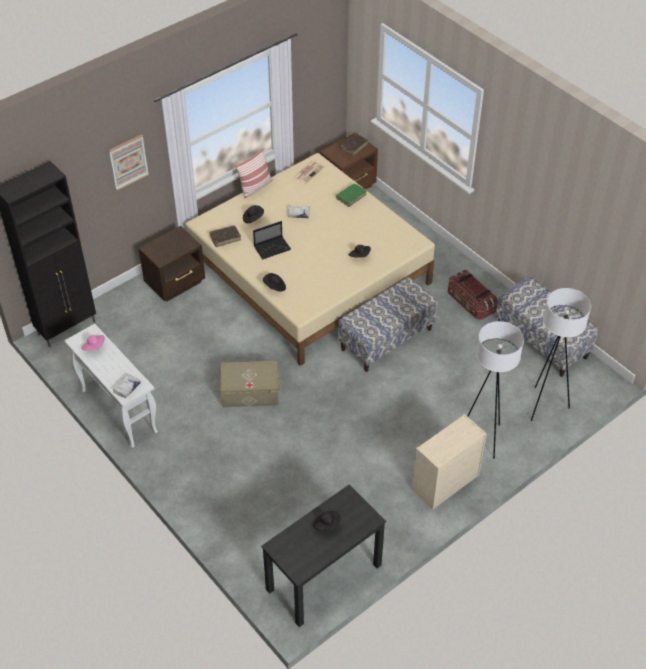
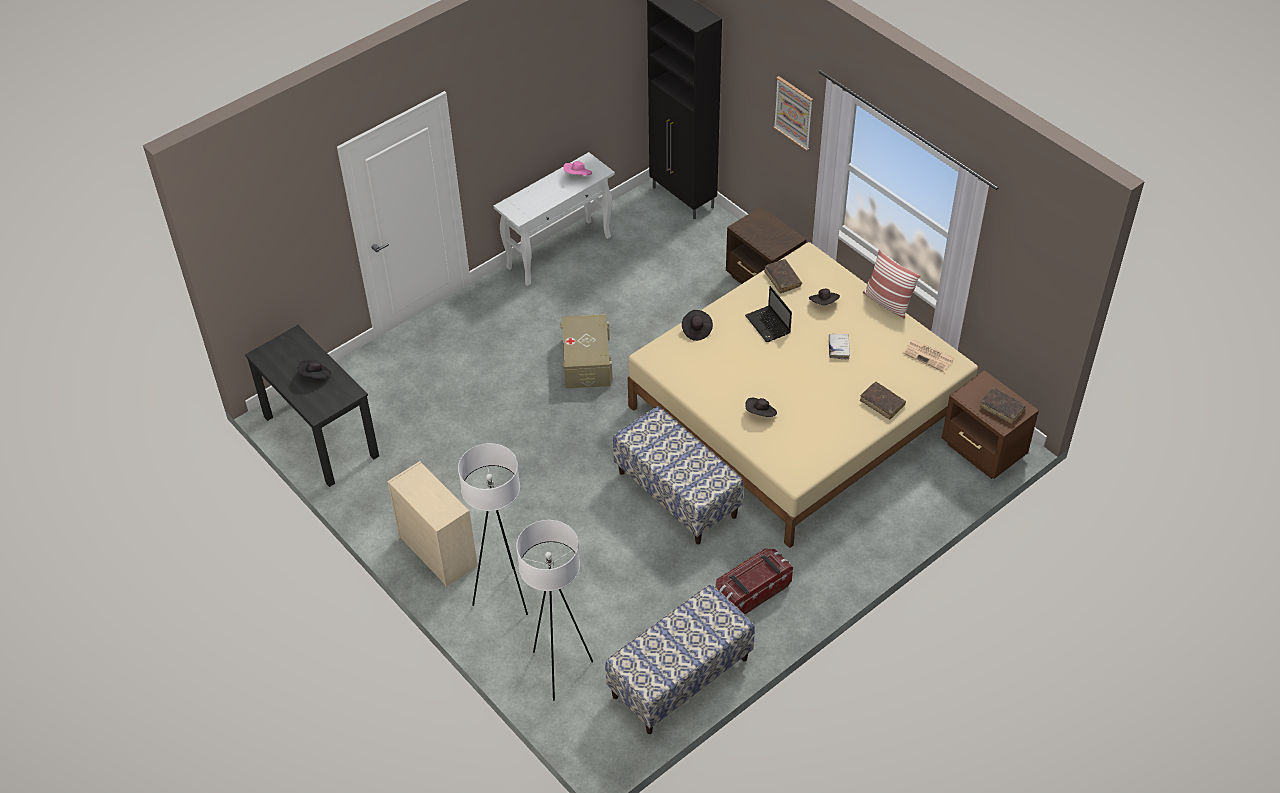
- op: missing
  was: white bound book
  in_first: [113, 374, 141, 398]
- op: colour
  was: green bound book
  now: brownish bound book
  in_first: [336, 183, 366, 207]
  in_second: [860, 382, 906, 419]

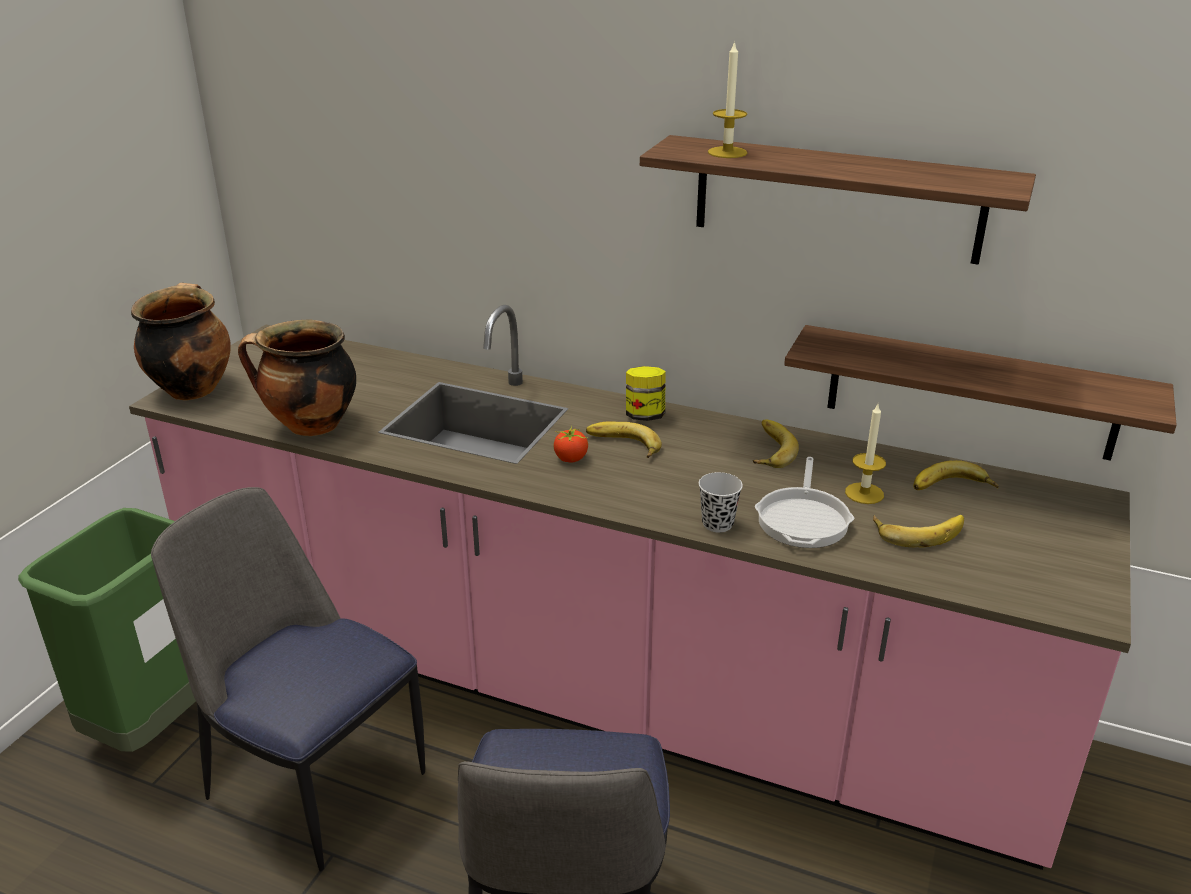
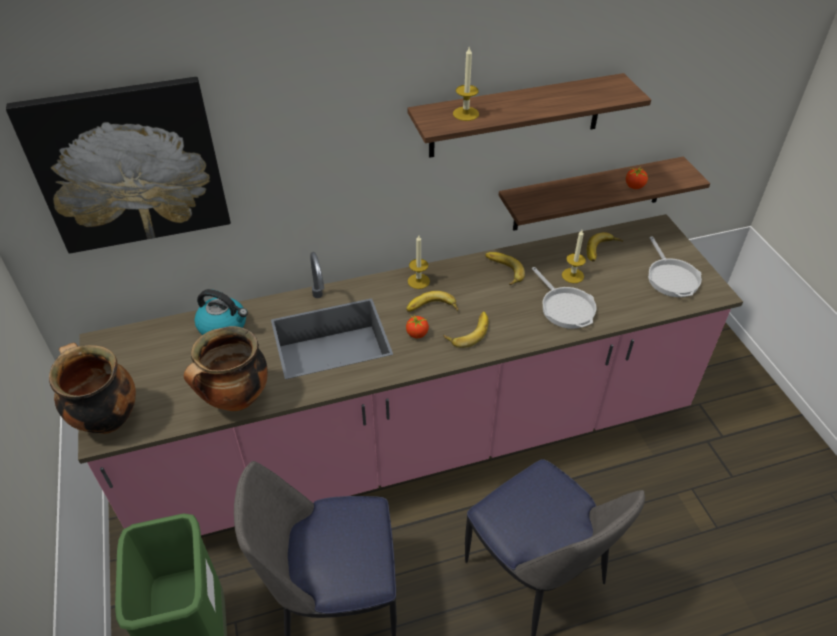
- op: missing
  was: blackish cup
  in_first: [699, 472, 743, 532]
- op: appeared
  now: wall picture
  in_second: [6, 77, 231, 253]
- op: appeared
  now: tea kettle
  in_second: [195, 289, 248, 335]
- op: appeared
  now: tomato
  in_second: [626, 166, 648, 189]
- op: appeared
  now: pan
  in_second: [648, 236, 702, 297]
- op: relocated
  was: banana
  in_first: [873, 515, 964, 548]
  in_second: [444, 311, 488, 348]
- op: exchanged
  was: jar
  now: wax candle
  in_first: [626, 366, 666, 421]
  in_second: [408, 235, 430, 289]

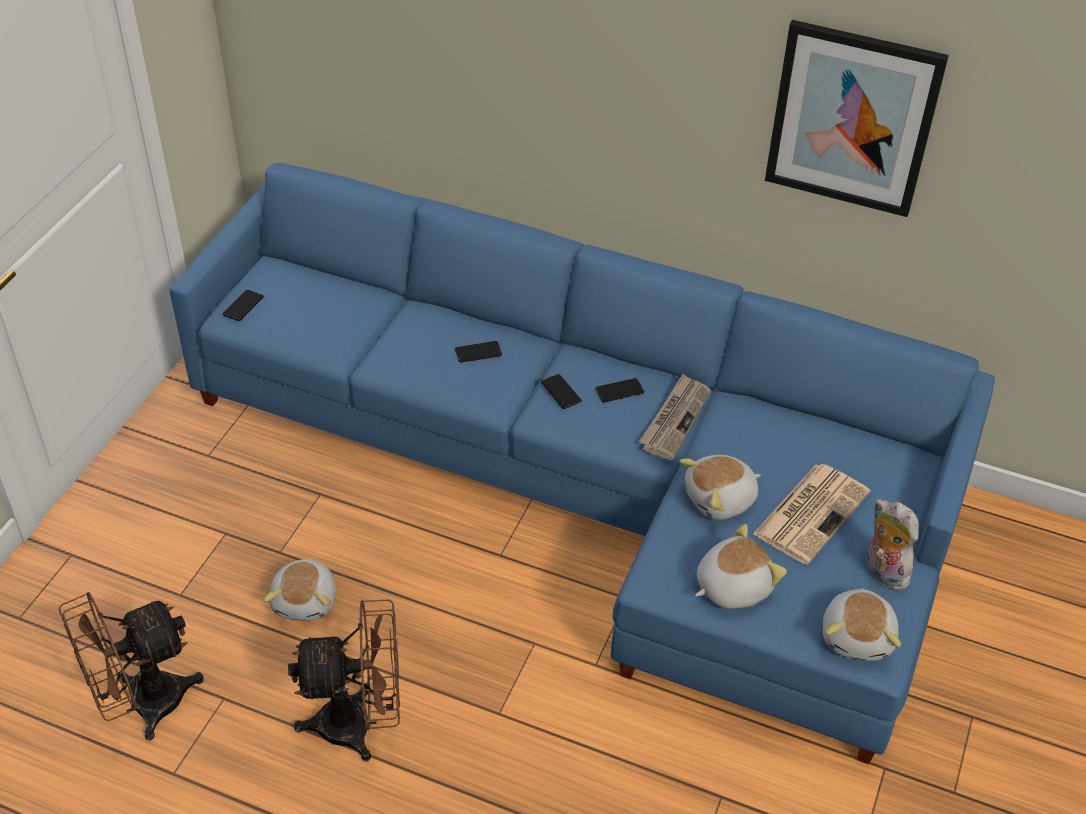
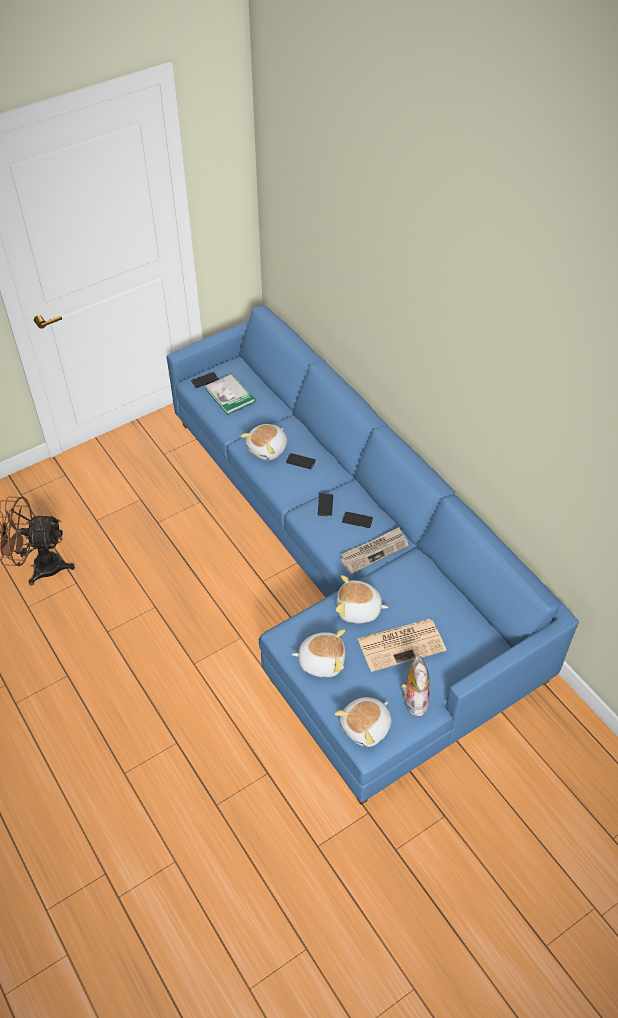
- op: missing
  was: brownish electric fan
  in_first: [288, 599, 400, 762]
- op: missing
  was: wall picture
  in_first: [765, 20, 949, 217]
- op: appeared
  now: bound book
  in_second: [205, 374, 256, 415]
- op: relocated
  was: plush toy
  in_first: [264, 558, 336, 621]
  in_second: [241, 424, 287, 460]

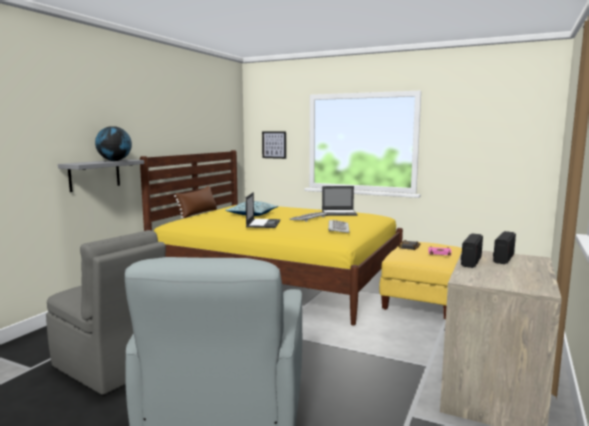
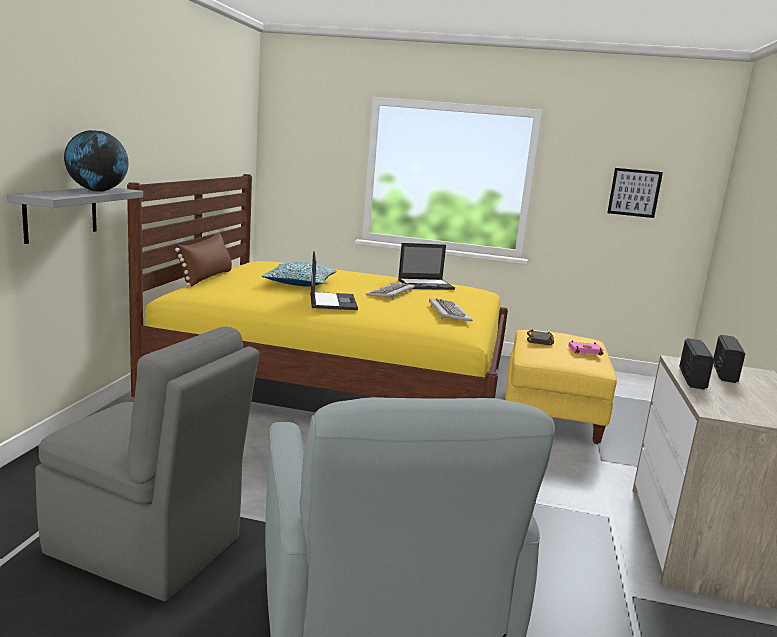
- op: relocated
  was: wall picture
  in_first: [262, 132, 286, 159]
  in_second: [607, 168, 663, 218]

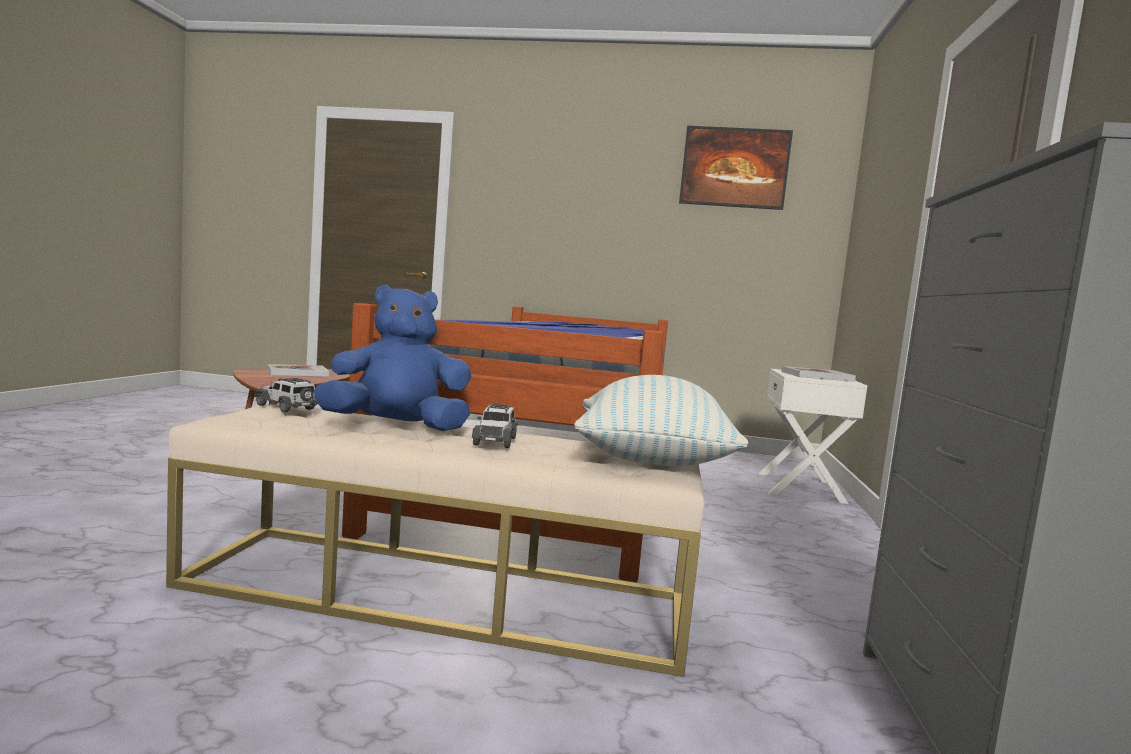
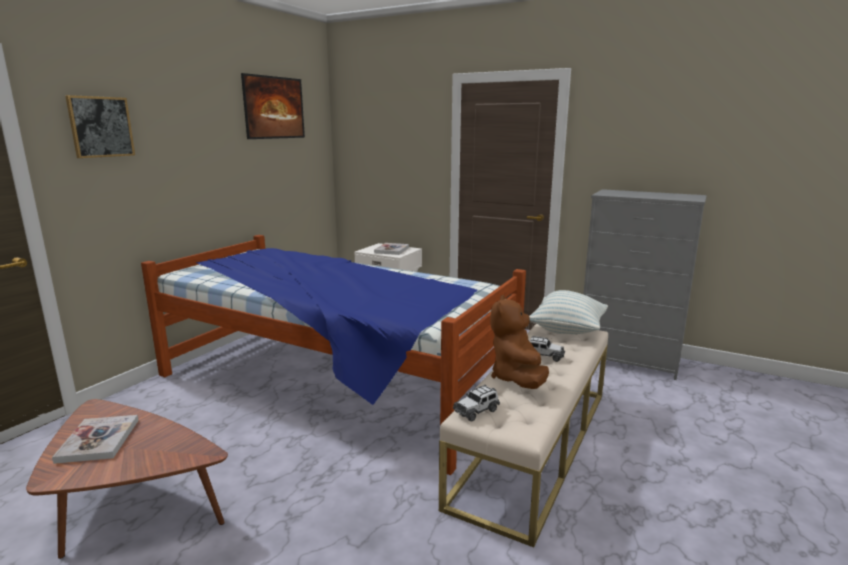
- op: appeared
  now: wall picture
  in_second: [65, 95, 135, 158]
- op: colour
  was: blue plush toy
  now: brownish plush toy
  in_first: [313, 285, 471, 431]
  in_second: [491, 295, 549, 389]

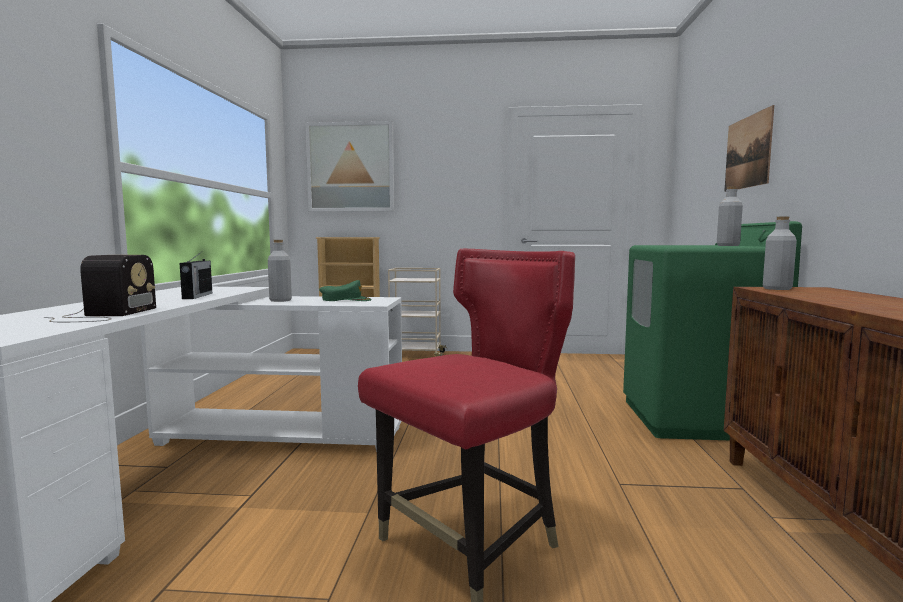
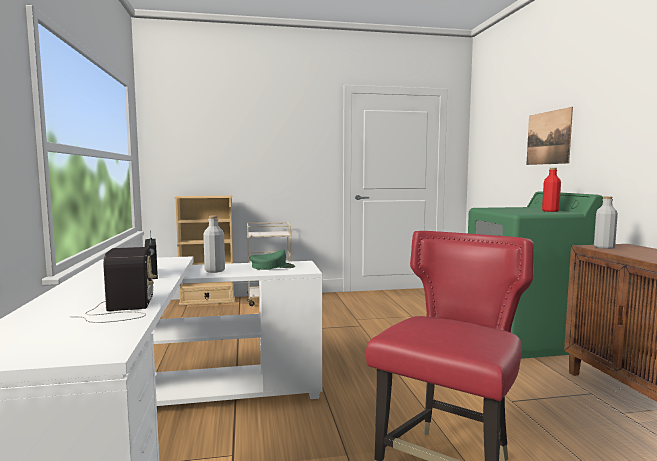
- op: missing
  was: wall picture
  in_first: [306, 121, 394, 212]
- op: colour
  was: greyish drink bottle
  now: red drink bottle
  in_first: [717, 186, 743, 246]
  in_second: [542, 168, 561, 212]

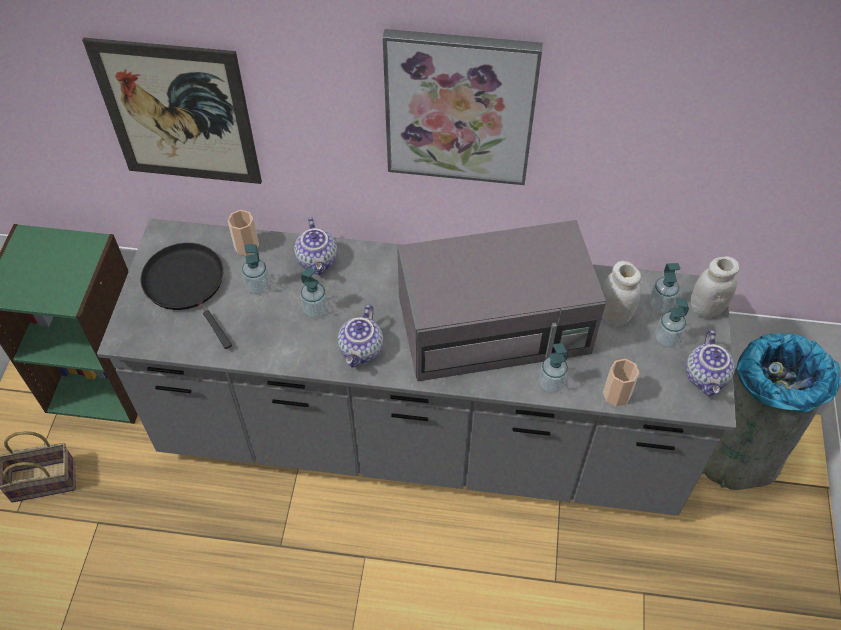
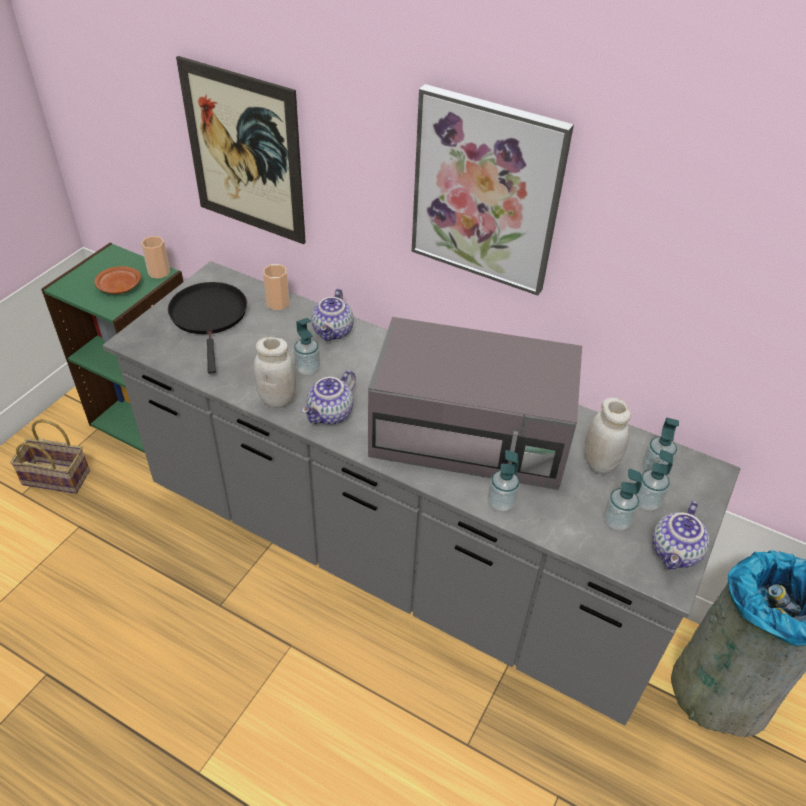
- op: appeared
  now: brownish dinner plate
  in_second: [94, 266, 141, 294]
- op: relocated
  was: soap bottle
  in_first: [242, 244, 270, 294]
  in_second: [603, 469, 642, 531]
- op: relocated
  was: cup
  in_first: [603, 359, 639, 406]
  in_second: [141, 236, 170, 279]
- op: relocated
  was: white jar
  in_first: [691, 256, 740, 318]
  in_second: [253, 337, 296, 408]

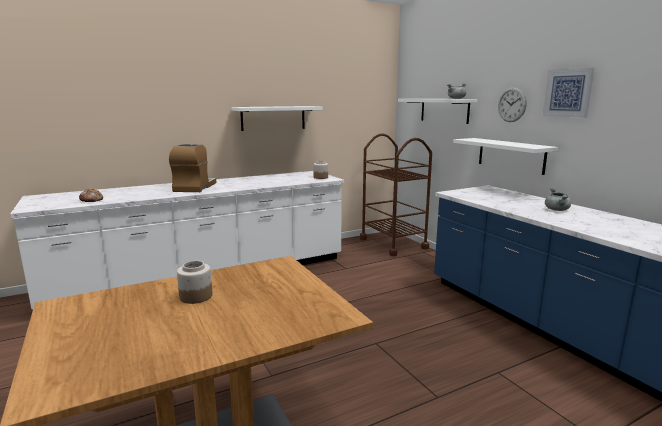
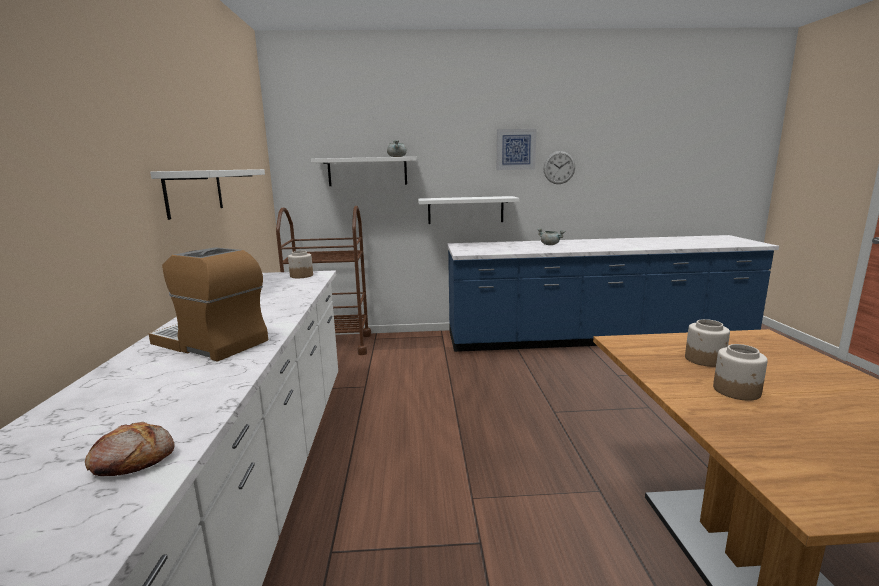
- op: appeared
  now: jar
  in_second: [685, 319, 730, 367]
- op: relocated
  was: wall clock
  in_first: [498, 87, 527, 122]
  in_second: [543, 151, 575, 184]

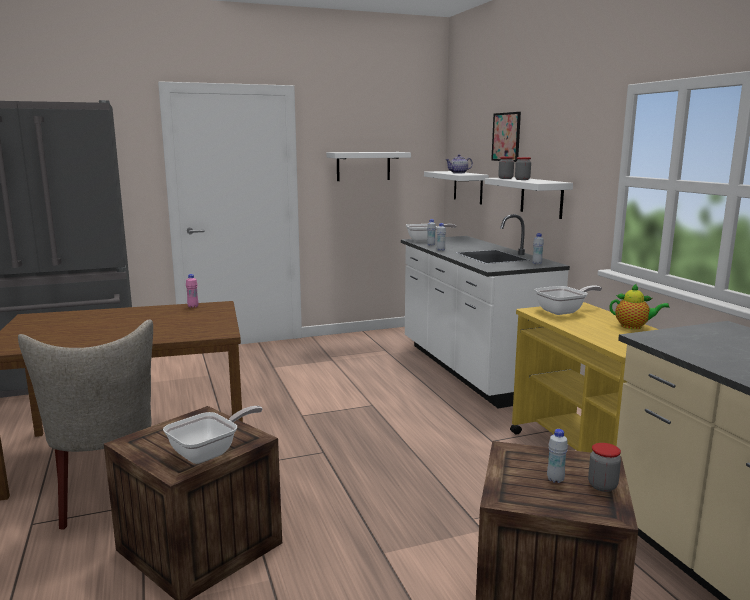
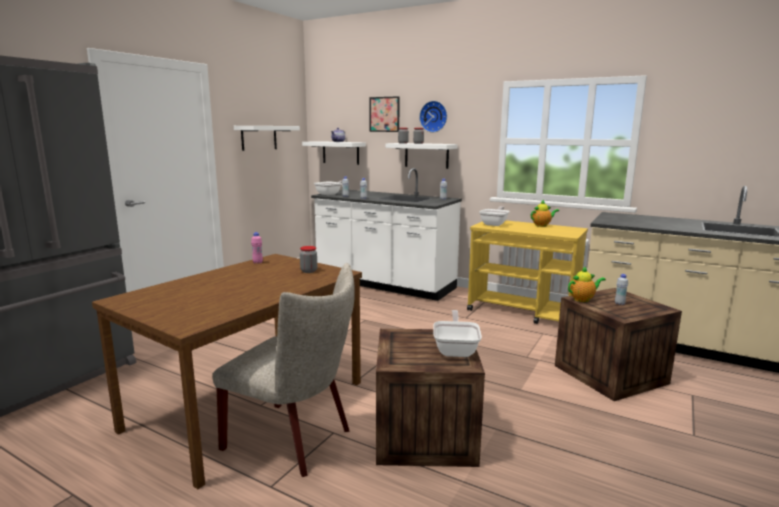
- op: appeared
  now: wall clock
  in_second: [419, 101, 447, 132]
- op: appeared
  now: teapot
  in_second: [568, 266, 606, 302]
- op: relocated
  was: jar
  in_first: [588, 443, 621, 492]
  in_second: [300, 246, 317, 273]

